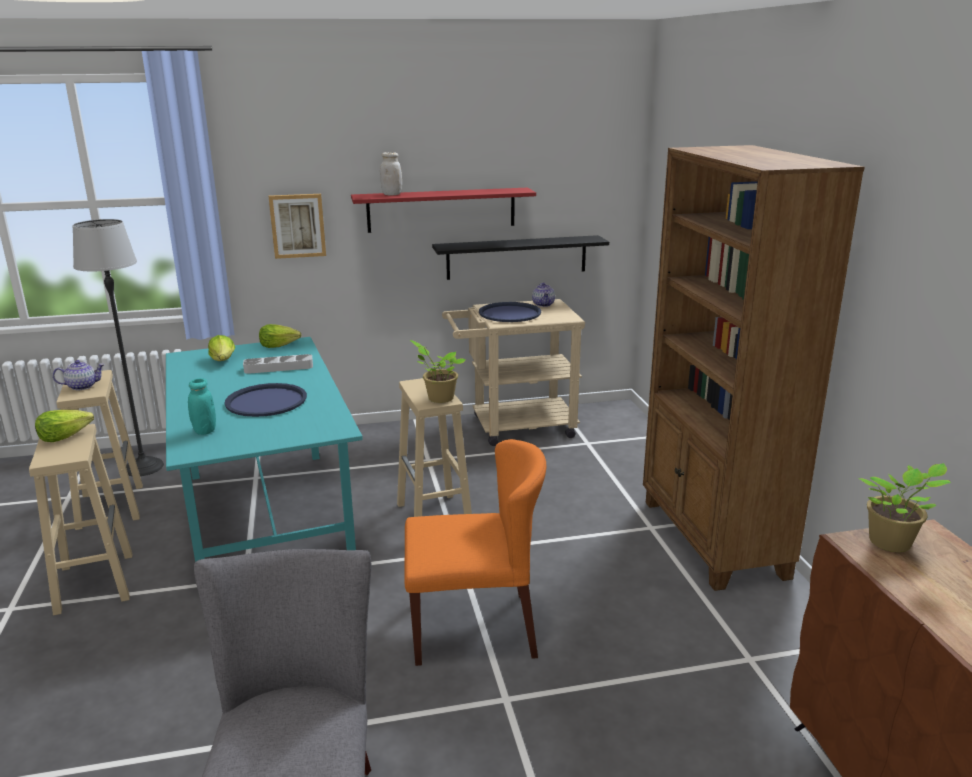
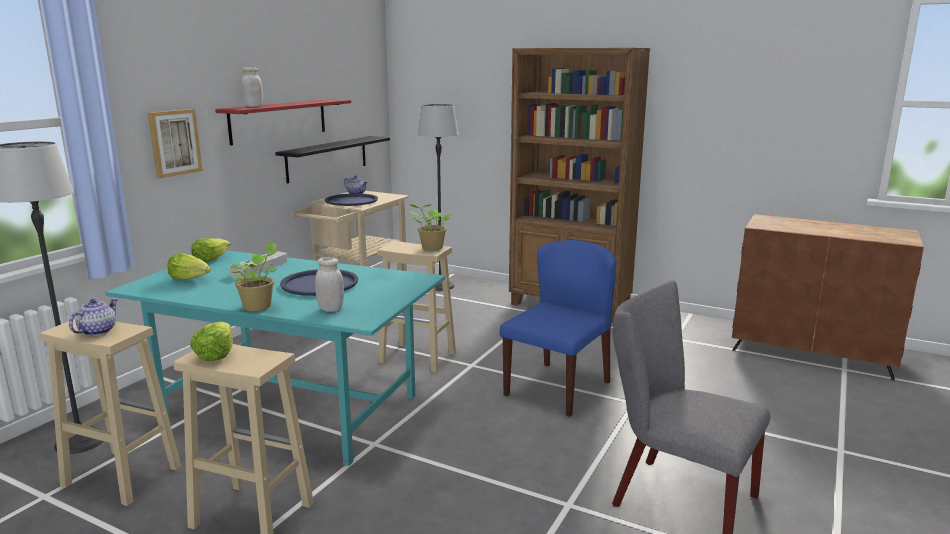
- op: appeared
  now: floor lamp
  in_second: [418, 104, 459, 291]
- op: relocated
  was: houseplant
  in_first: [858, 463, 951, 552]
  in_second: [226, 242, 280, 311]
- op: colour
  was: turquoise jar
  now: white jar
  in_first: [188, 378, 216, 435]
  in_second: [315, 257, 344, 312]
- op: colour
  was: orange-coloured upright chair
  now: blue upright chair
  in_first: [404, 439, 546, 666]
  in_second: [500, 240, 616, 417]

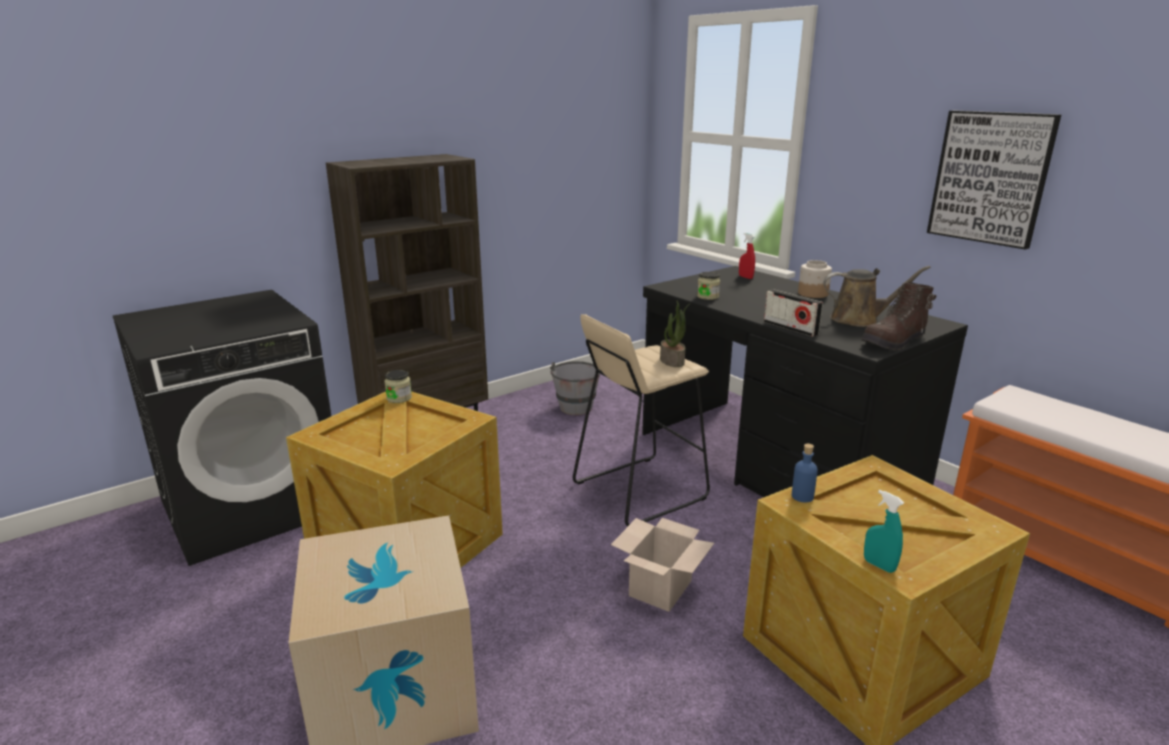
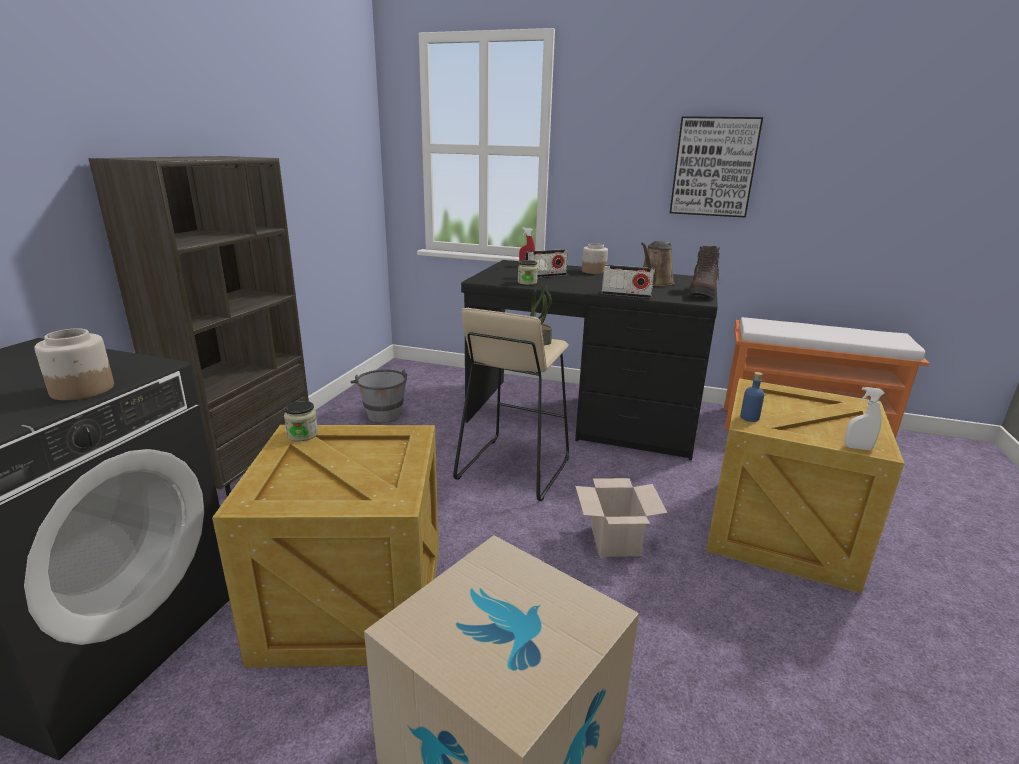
- op: appeared
  now: jar
  in_second: [34, 328, 114, 400]
- op: appeared
  now: radio
  in_second: [525, 249, 568, 277]
- op: colour
  was: turquoise hand sprayer
  now: white hand sprayer
  in_first: [864, 490, 904, 573]
  in_second: [844, 387, 885, 450]
- op: spun
  was: brownish watering can
  in_first: [823, 266, 931, 327]
  in_second: [641, 241, 674, 287]
  clockwise: 150

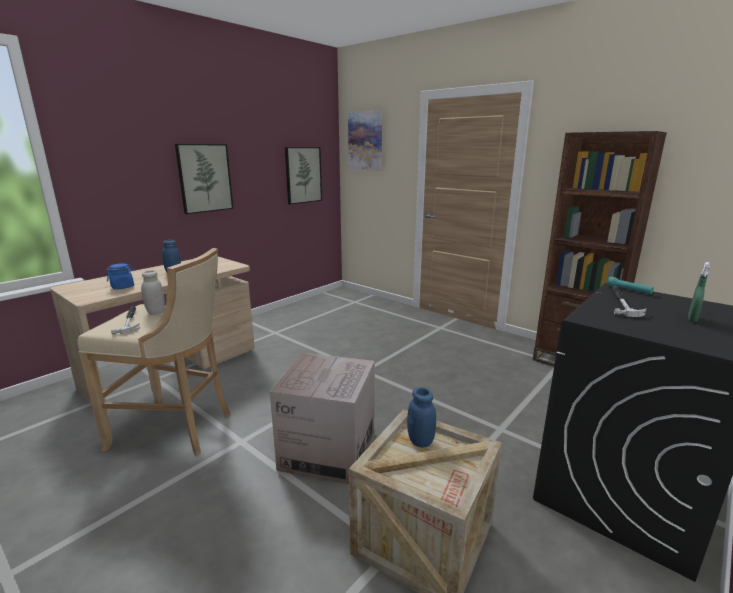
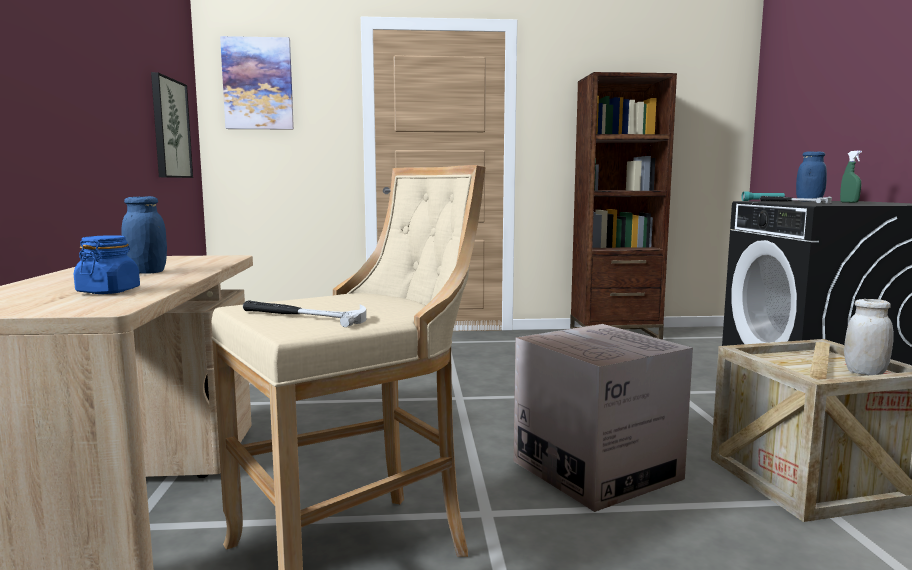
- op: missing
  was: wall picture
  in_first: [175, 144, 233, 214]
- op: relocated
  was: white jar
  in_first: [141, 270, 165, 315]
  in_second: [844, 299, 894, 375]
- op: relocated
  was: blue jar
  in_first: [407, 387, 436, 448]
  in_second: [796, 152, 827, 202]

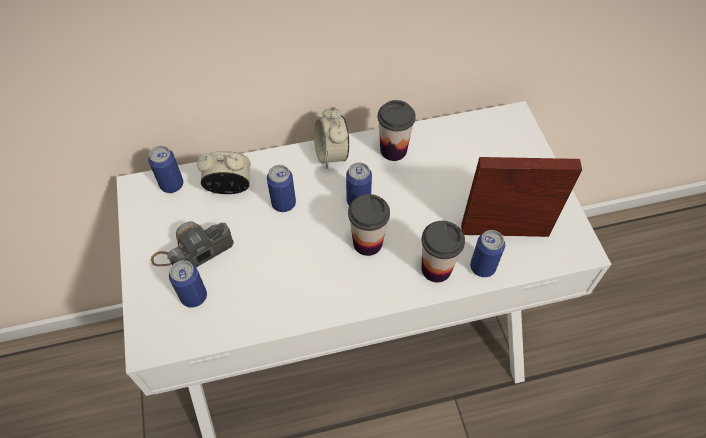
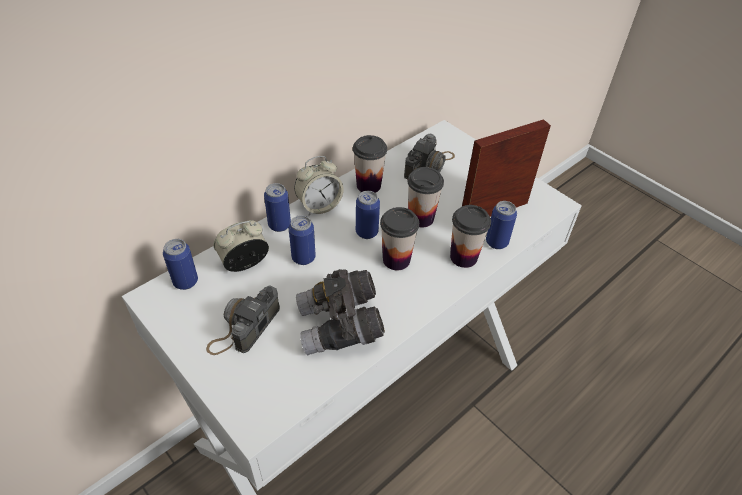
- op: appeared
  now: greyish binoculars
  in_second: [296, 269, 385, 355]
- op: appeared
  now: still camera
  in_second: [404, 134, 455, 179]
- op: appeared
  now: cup
  in_second: [408, 167, 444, 227]
- op: relocated
  was: can
  in_first: [169, 260, 207, 308]
  in_second: [264, 183, 291, 232]
- op: spun
  was: table clock
  in_first: [314, 106, 349, 169]
  in_second: [294, 156, 344, 216]
  clockwise: -75

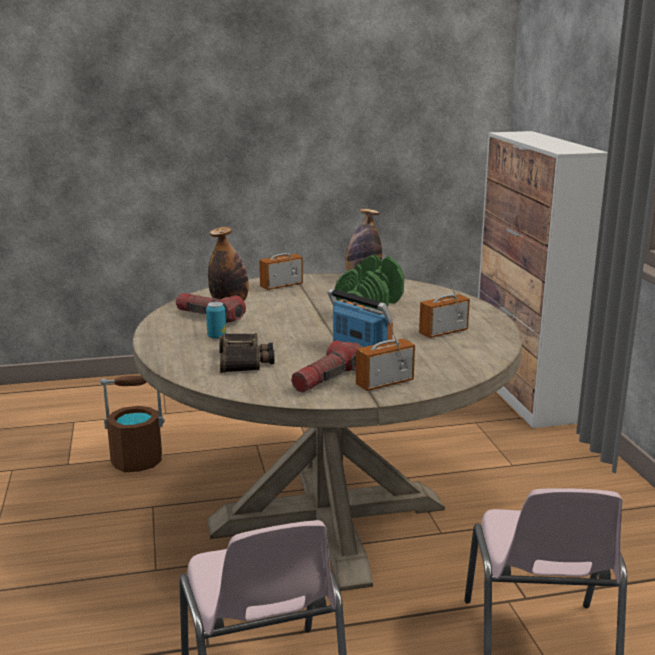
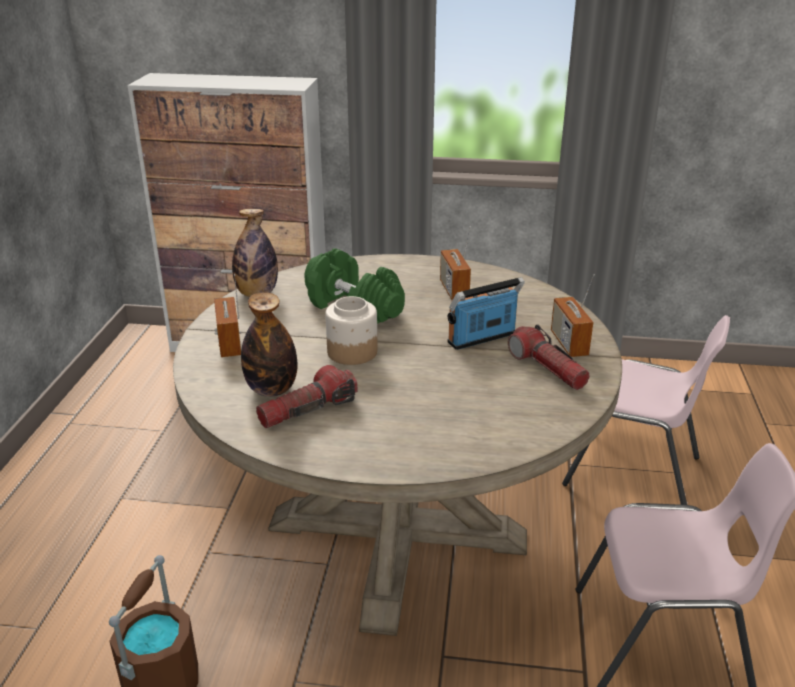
- op: missing
  was: can
  in_first: [206, 302, 226, 339]
- op: missing
  was: binoculars
  in_first: [219, 333, 274, 373]
- op: appeared
  now: jar
  in_second: [325, 296, 377, 365]

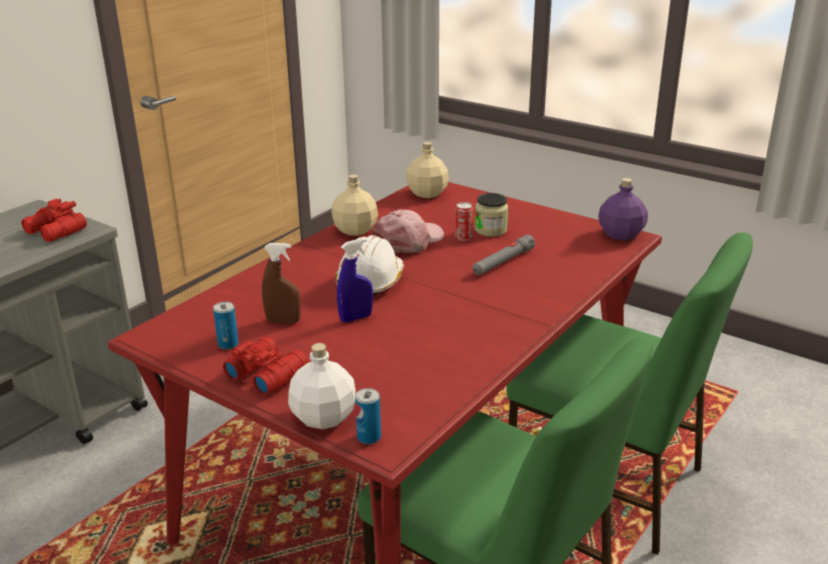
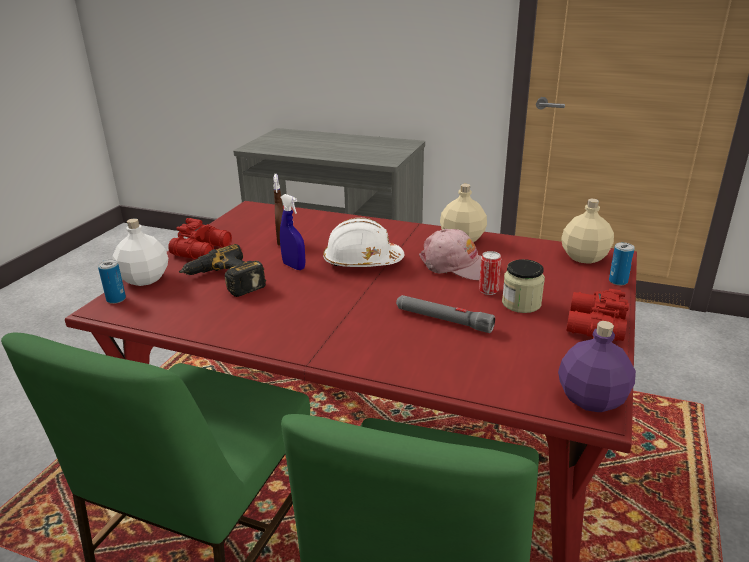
- op: appeared
  now: drill
  in_second: [179, 244, 266, 297]
- op: relocated
  was: red binoculars
  in_first: [21, 199, 87, 242]
  in_second: [566, 289, 629, 341]
- op: relocated
  was: can
  in_first: [213, 302, 239, 349]
  in_second: [609, 242, 634, 285]

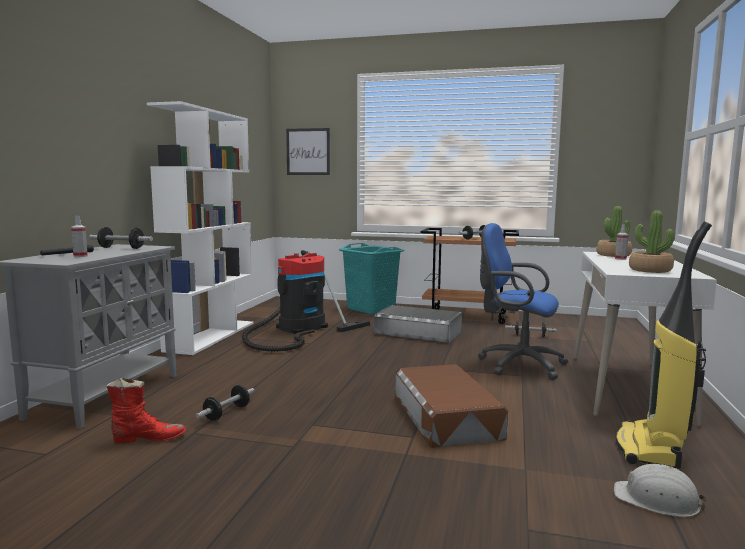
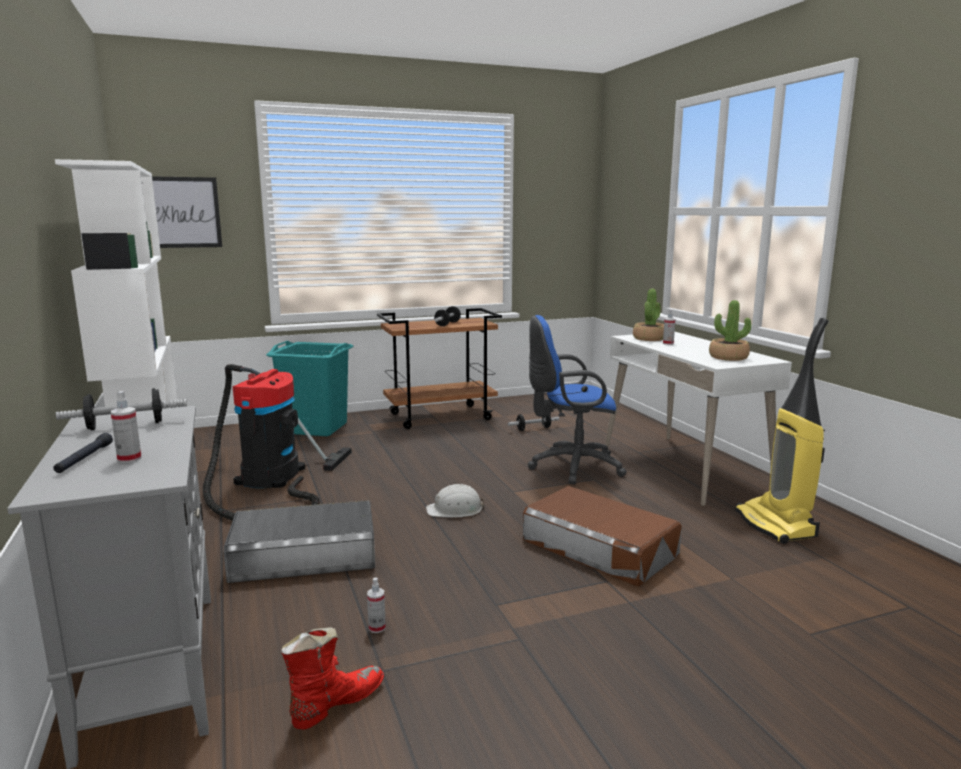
- op: relocated
  was: greyish storage bin
  in_first: [374, 305, 462, 343]
  in_second: [224, 500, 375, 583]
- op: relocated
  was: white hard hat
  in_first: [614, 464, 707, 517]
  in_second: [426, 484, 485, 518]
- op: exchanged
  was: hand weight
  now: hand sprayer
  in_first: [196, 385, 254, 421]
  in_second: [367, 577, 386, 633]

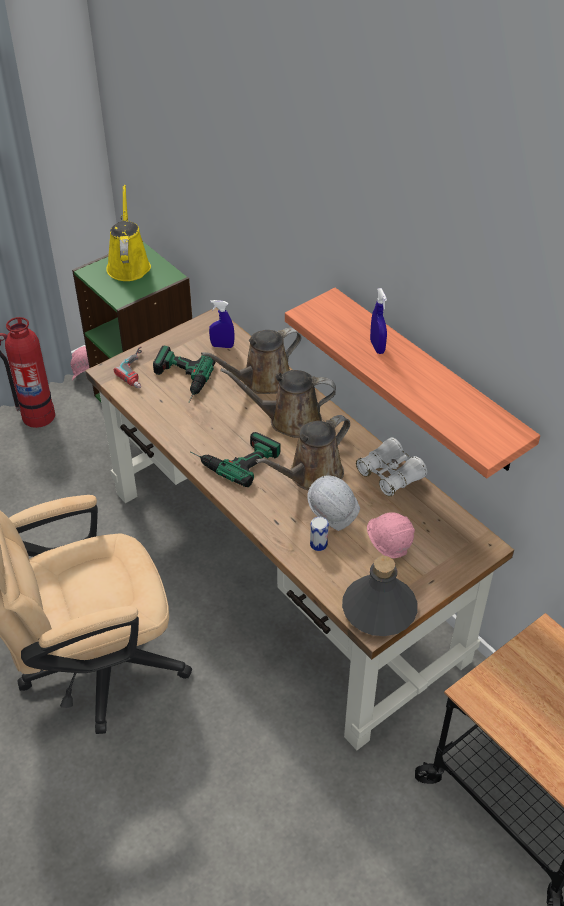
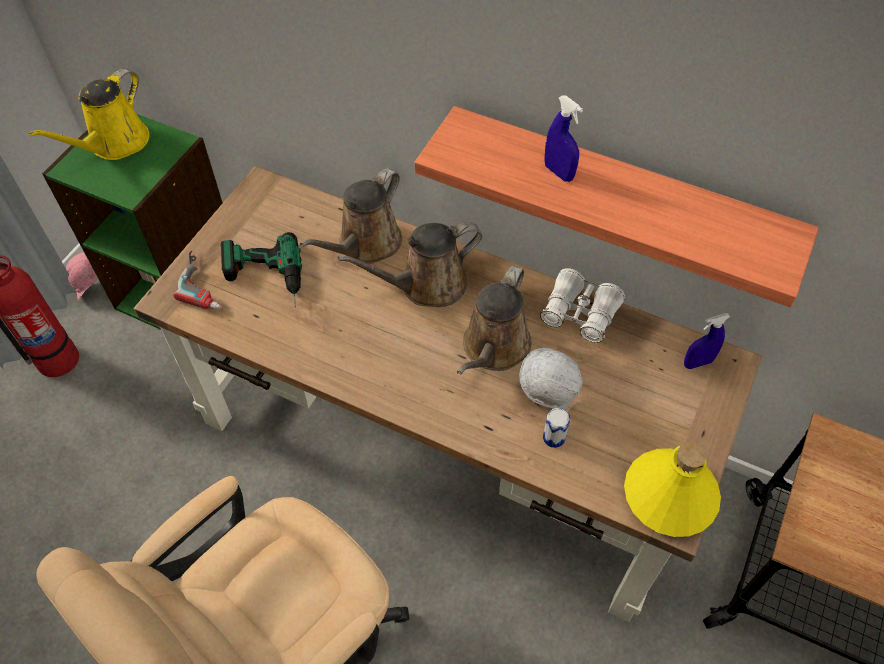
- op: missing
  was: drill
  in_first: [190, 432, 281, 487]
- op: missing
  was: pink hard hat
  in_first: [367, 512, 415, 558]
- op: relocated
  was: blue hand sprayer
  in_first: [209, 300, 234, 348]
  in_second: [684, 313, 730, 369]
- op: colour
  was: greyish drink bottle
  now: yellow drink bottle
  in_first: [342, 556, 417, 636]
  in_second: [624, 442, 721, 537]
- op: spun
  was: yellow watering can
  in_first: [106, 185, 151, 281]
  in_second: [28, 69, 150, 160]
  clockwise: -120

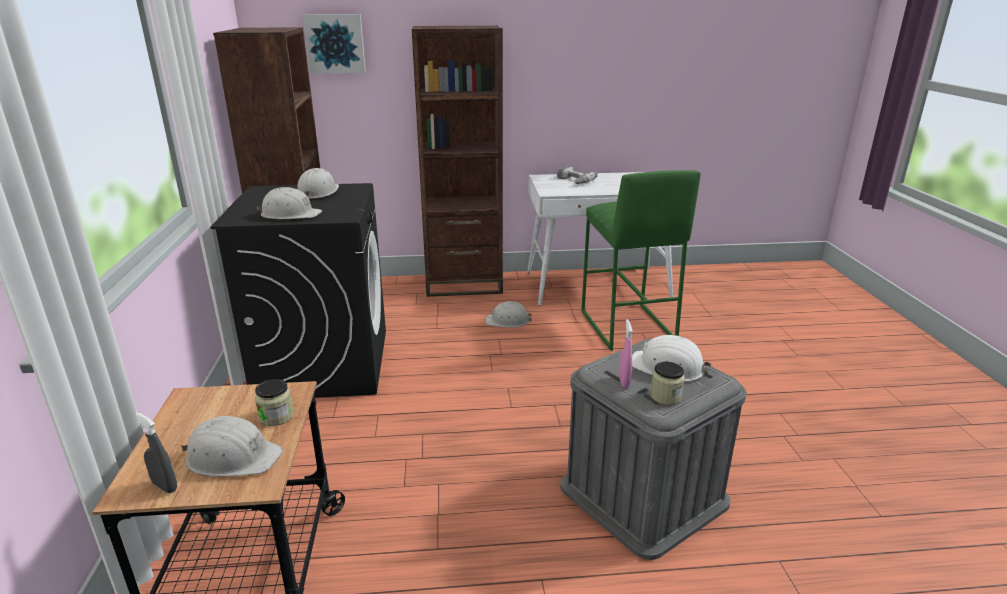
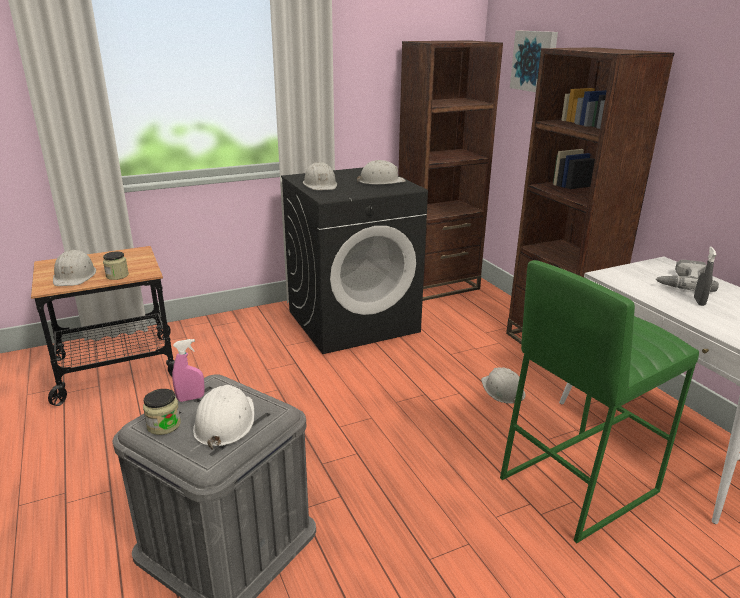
- op: relocated
  was: greyish hand sprayer
  in_first: [135, 412, 177, 493]
  in_second: [694, 247, 716, 306]

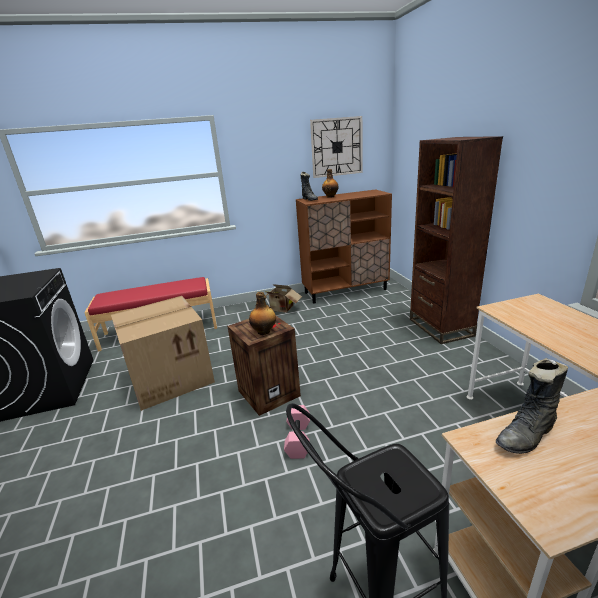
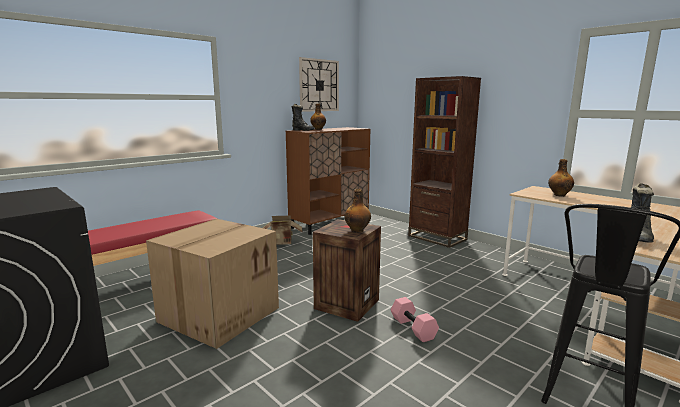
- op: appeared
  now: drink bottle
  in_second: [548, 159, 574, 197]

